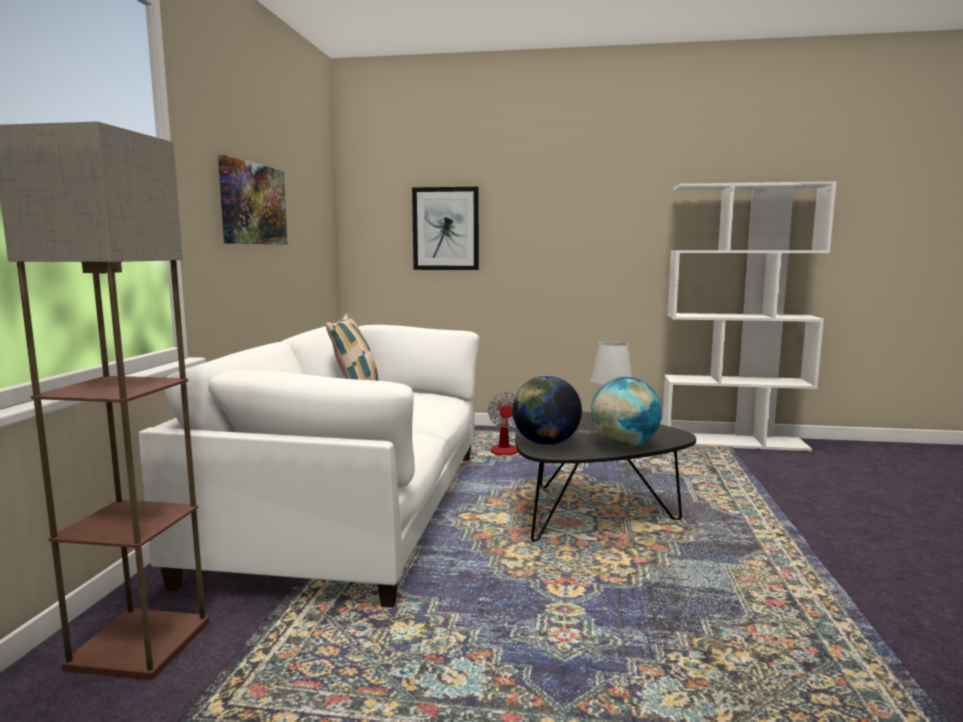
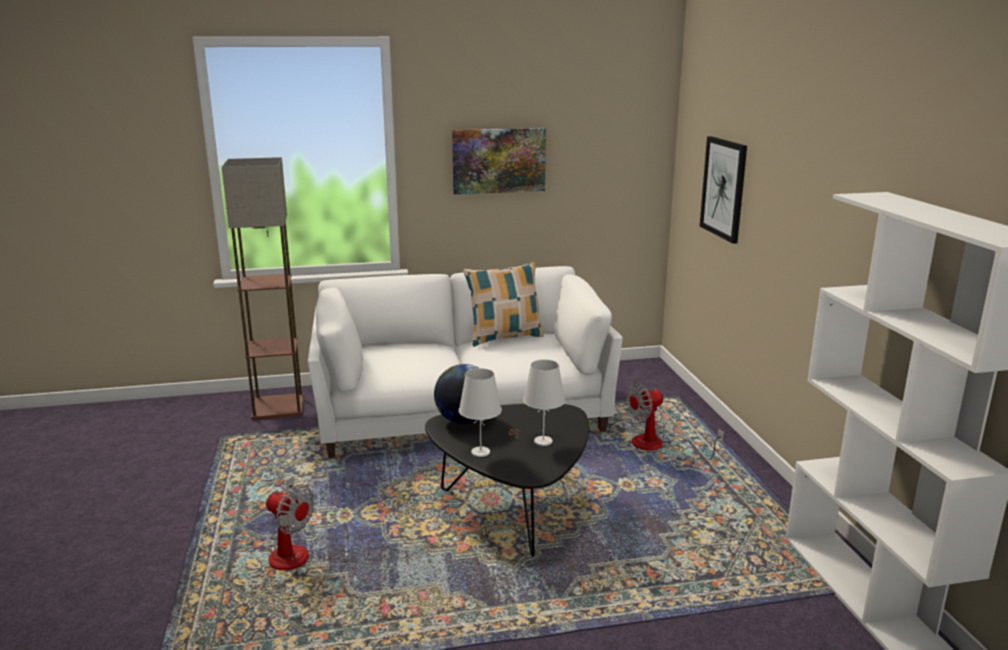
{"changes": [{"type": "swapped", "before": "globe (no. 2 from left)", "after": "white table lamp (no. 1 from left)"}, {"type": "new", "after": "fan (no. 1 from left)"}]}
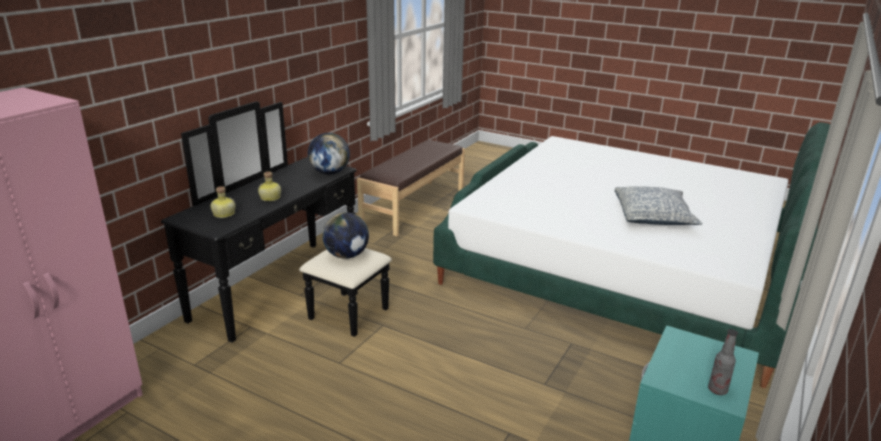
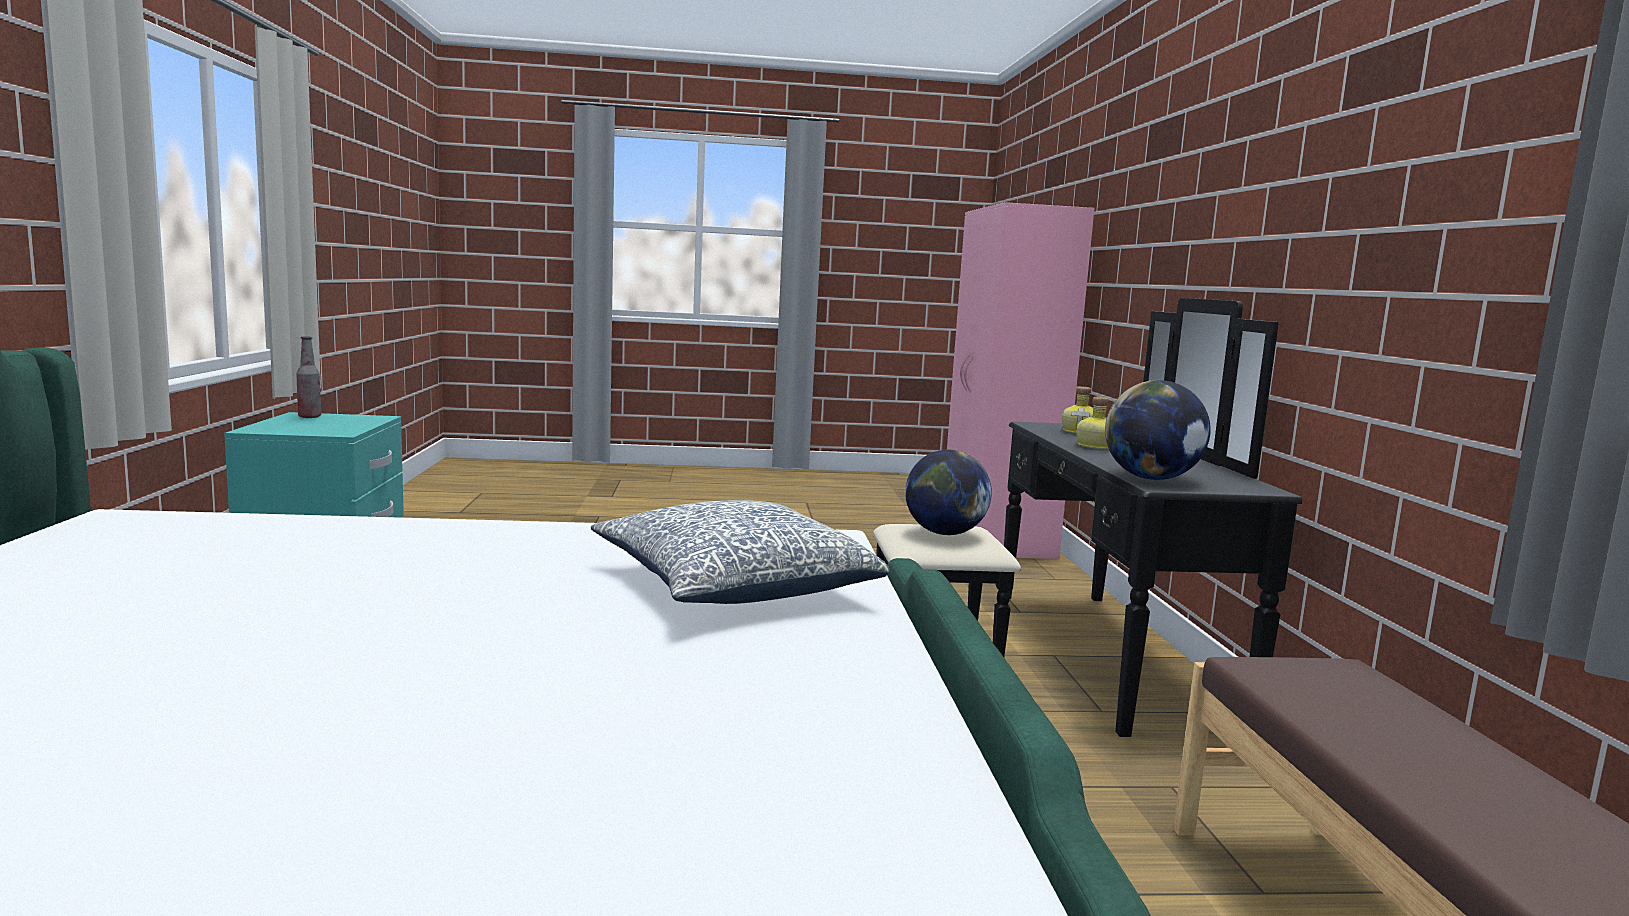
{"changes": [{"type": "shifted", "before": "pillow"}]}
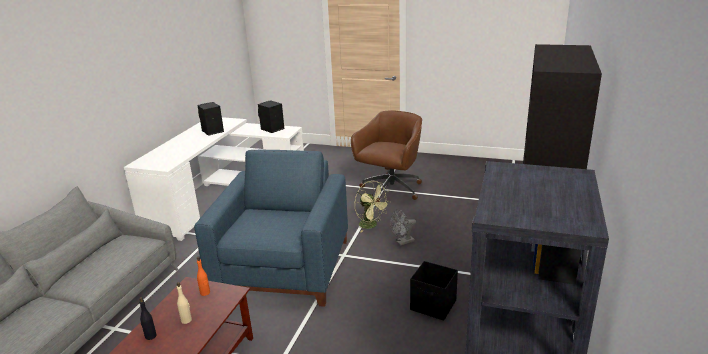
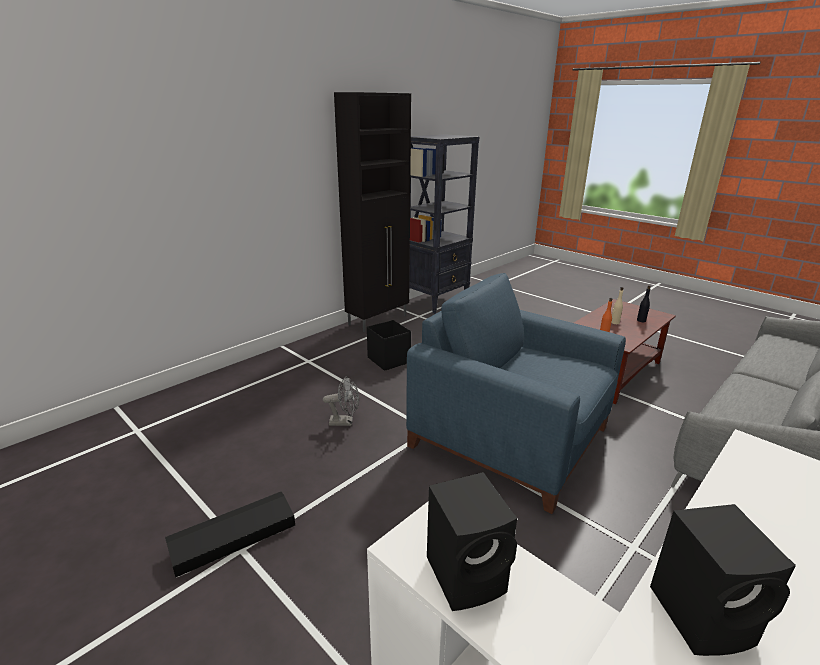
{"changes": [{"type": "swapped", "before": "brown office chair", "after": "black storage box (no. 1 from left)"}, {"type": "rotated", "before": "blue armchair", "turn": 90}, {"type": "gone", "before": "green fan"}]}
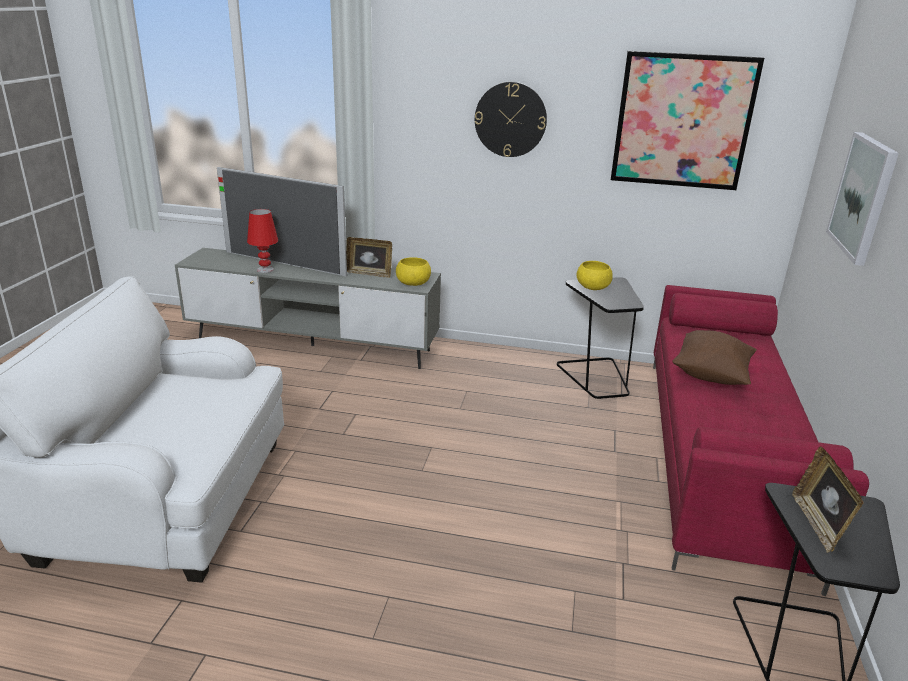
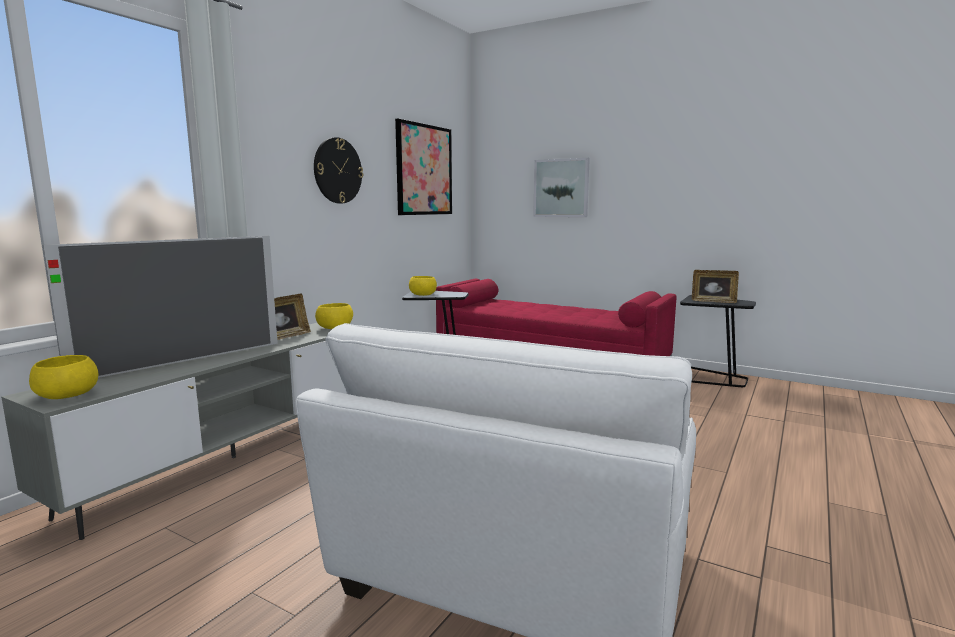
{"changes": [{"type": "gone", "before": "red table lamp"}, {"type": "gone", "before": "brown pillow"}, {"type": "new", "after": "yellow bowl (no. 1 from left)"}]}
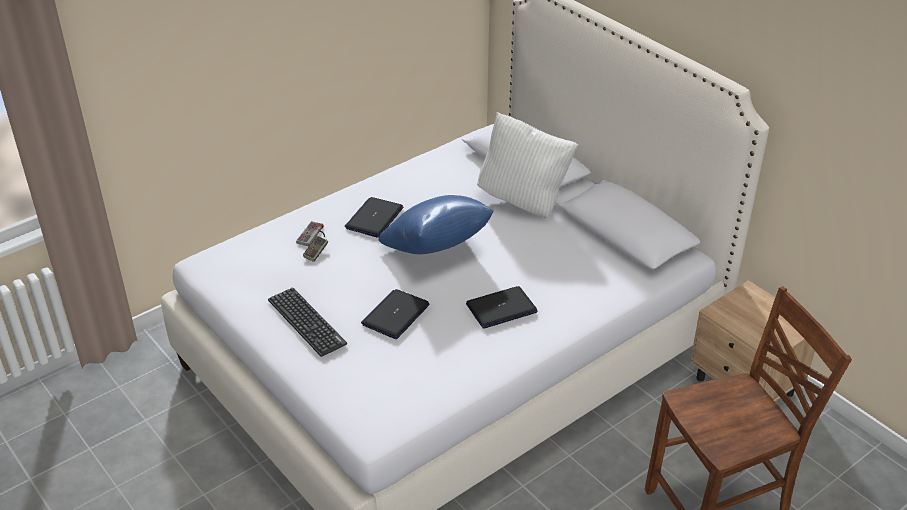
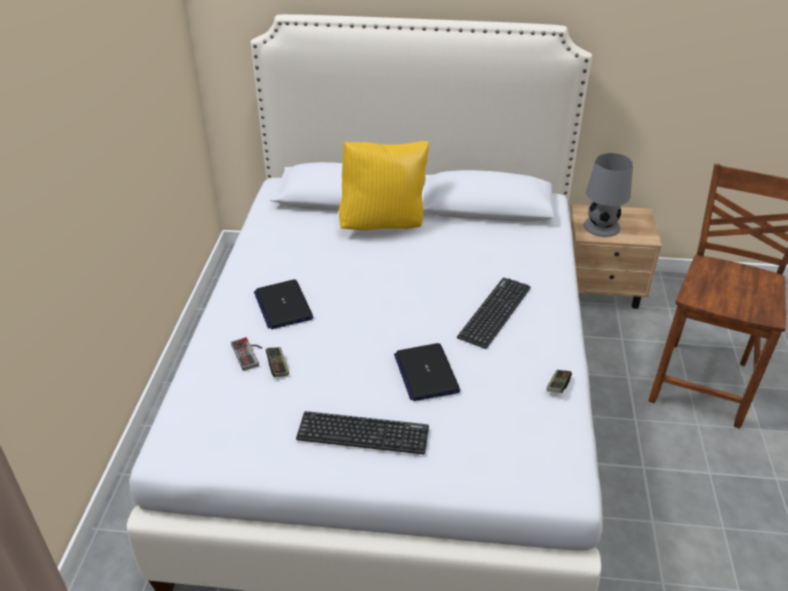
{"changes": [{"type": "repainted", "before": "white pillow", "after": "yellow pillow"}, {"type": "gone", "before": "blue pillow"}, {"type": "swapped", "before": "laptop (no. 3 from left)", "after": "keyboard (no. 2 from left)"}, {"type": "new", "after": "grey table lamp"}, {"type": "new", "after": "game controller (no. 3 from left)"}]}
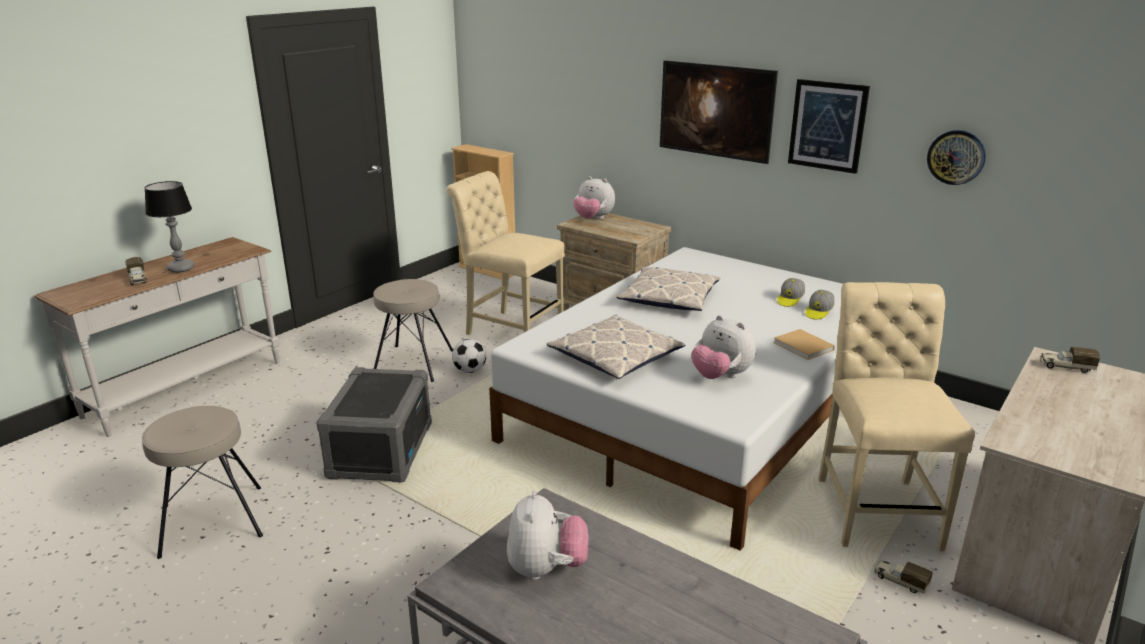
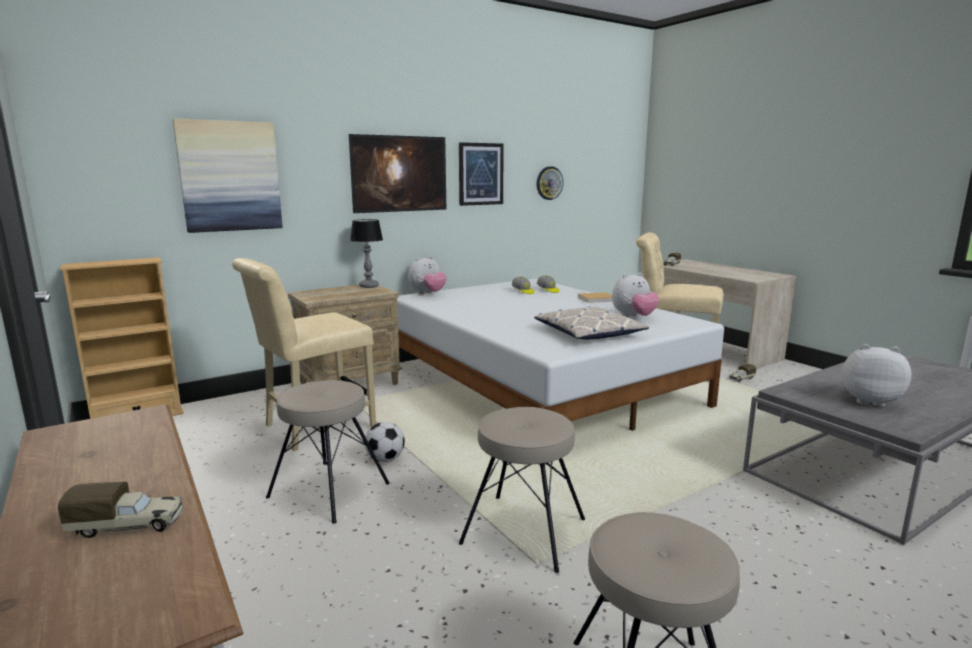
{"changes": [{"type": "shifted", "before": "plush toy (no. 2 from left in the first image)", "after": "plush toy (no. 1 from left)"}, {"type": "shifted", "before": "table lamp"}, {"type": "gone", "before": "pillow (no. 2 from left)"}, {"type": "swapped", "before": "grey storage box", "after": "beige stool (no. 2 from left)"}, {"type": "new", "after": "picture (no. 1 from left)"}]}
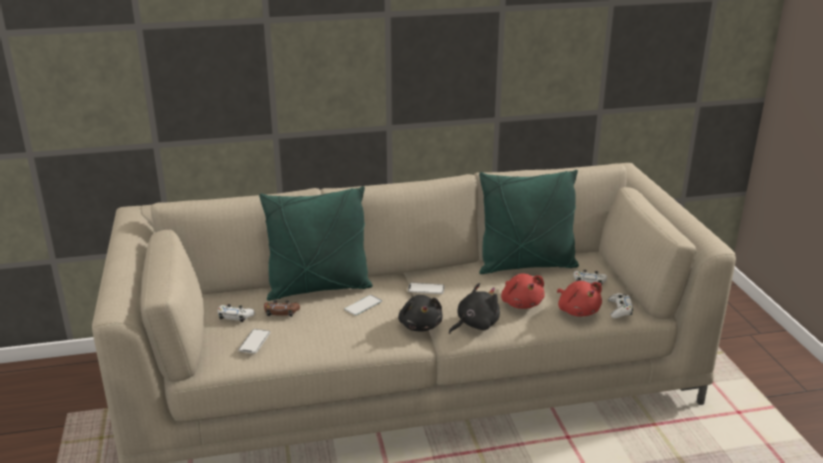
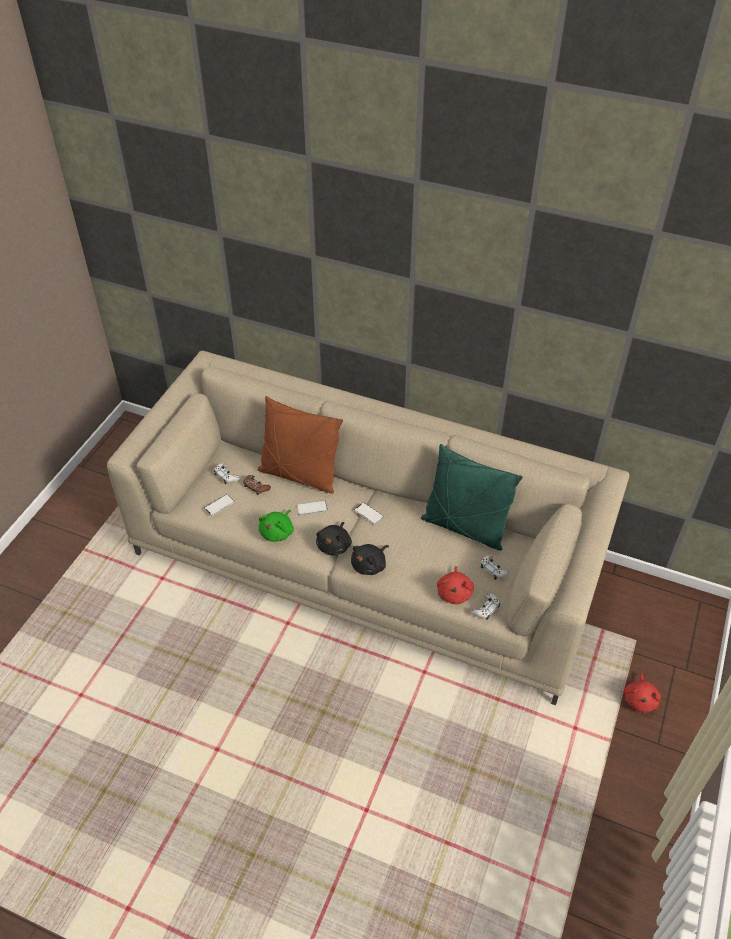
{"changes": [{"type": "repainted", "before": "green pillow (no. 1 from left)", "after": "brown pillow"}, {"type": "shifted", "before": "red plush toy (no. 1 from left in the first image)", "after": "red plush toy (no. 2 from left)"}, {"type": "rotated", "before": "black plush toy (no. 2 from left)", "turn": 135}, {"type": "new", "after": "green plush toy"}]}
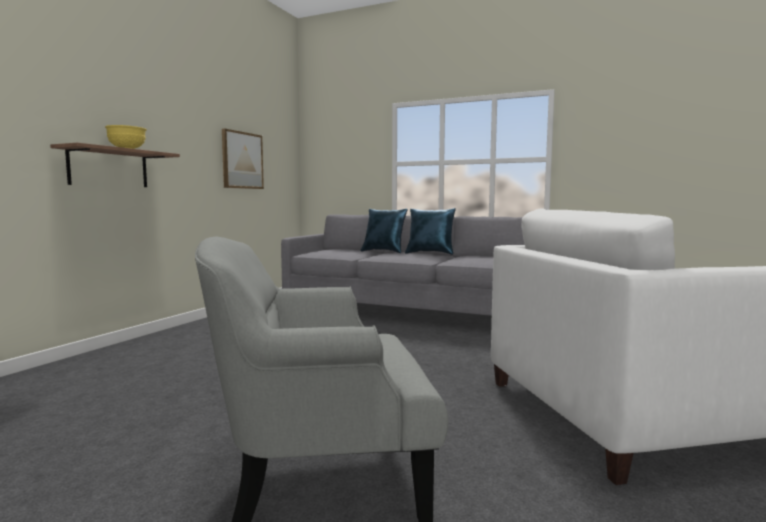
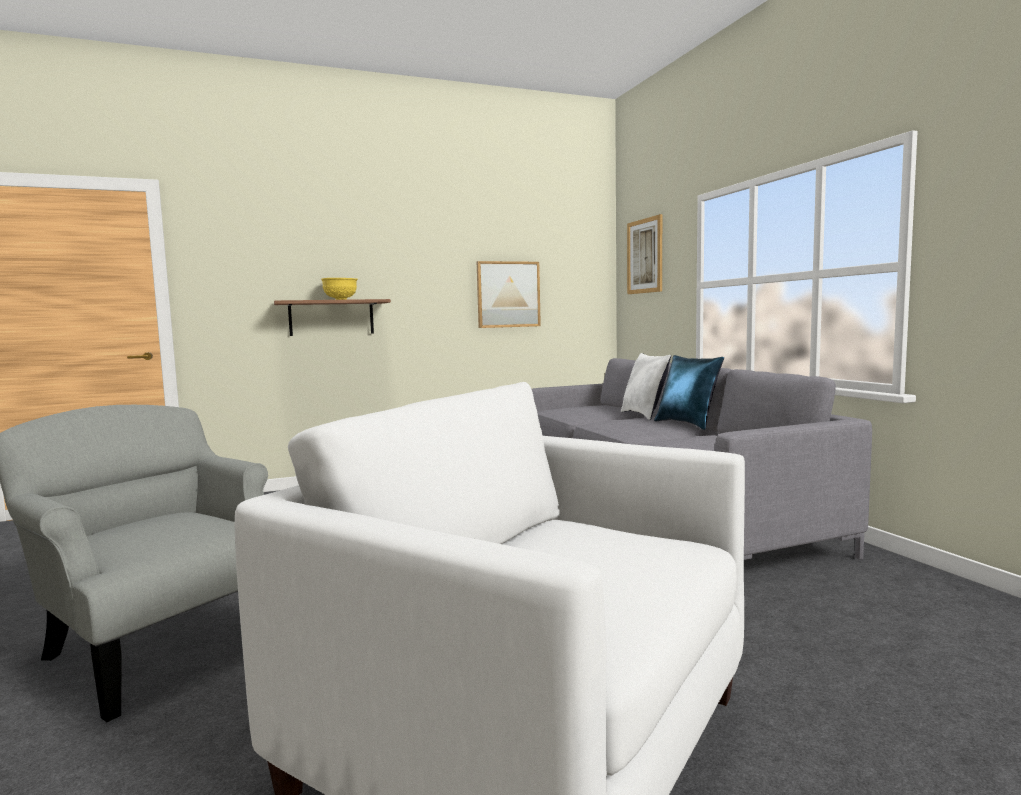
{"changes": [{"type": "repainted", "before": "blue pillow (no. 1 from left)", "after": "white pillow"}, {"type": "new", "after": "picture (no. 2 from left)"}]}
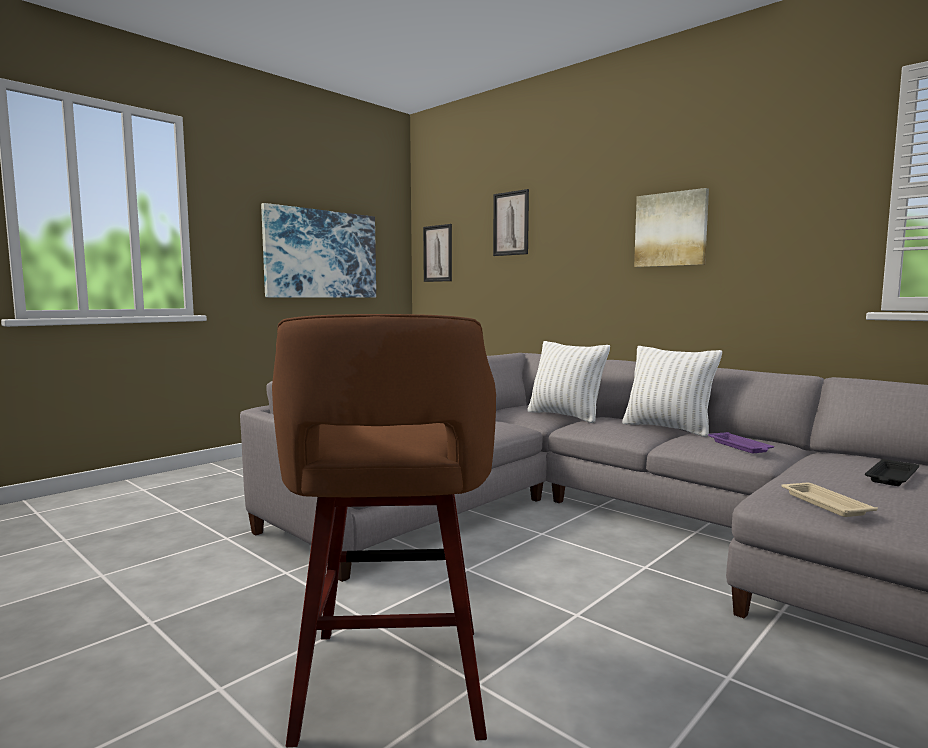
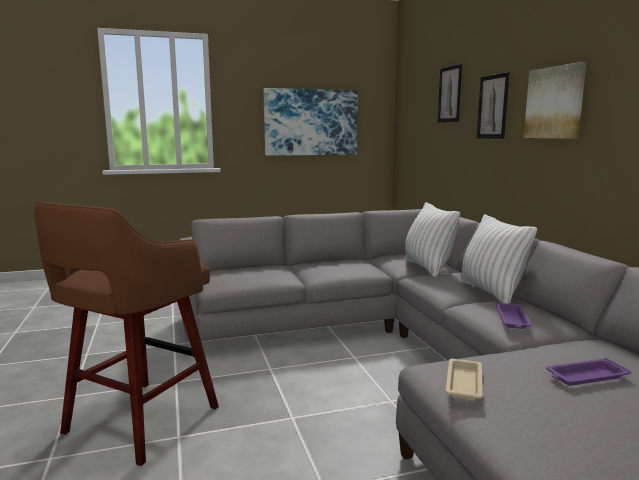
{"changes": [{"type": "shifted", "before": "picture (no. 2 from left in the first image)", "after": "picture (no. 3 from left)"}, {"type": "repainted", "before": "black tray", "after": "purple tray (no. 2 from left)"}]}
